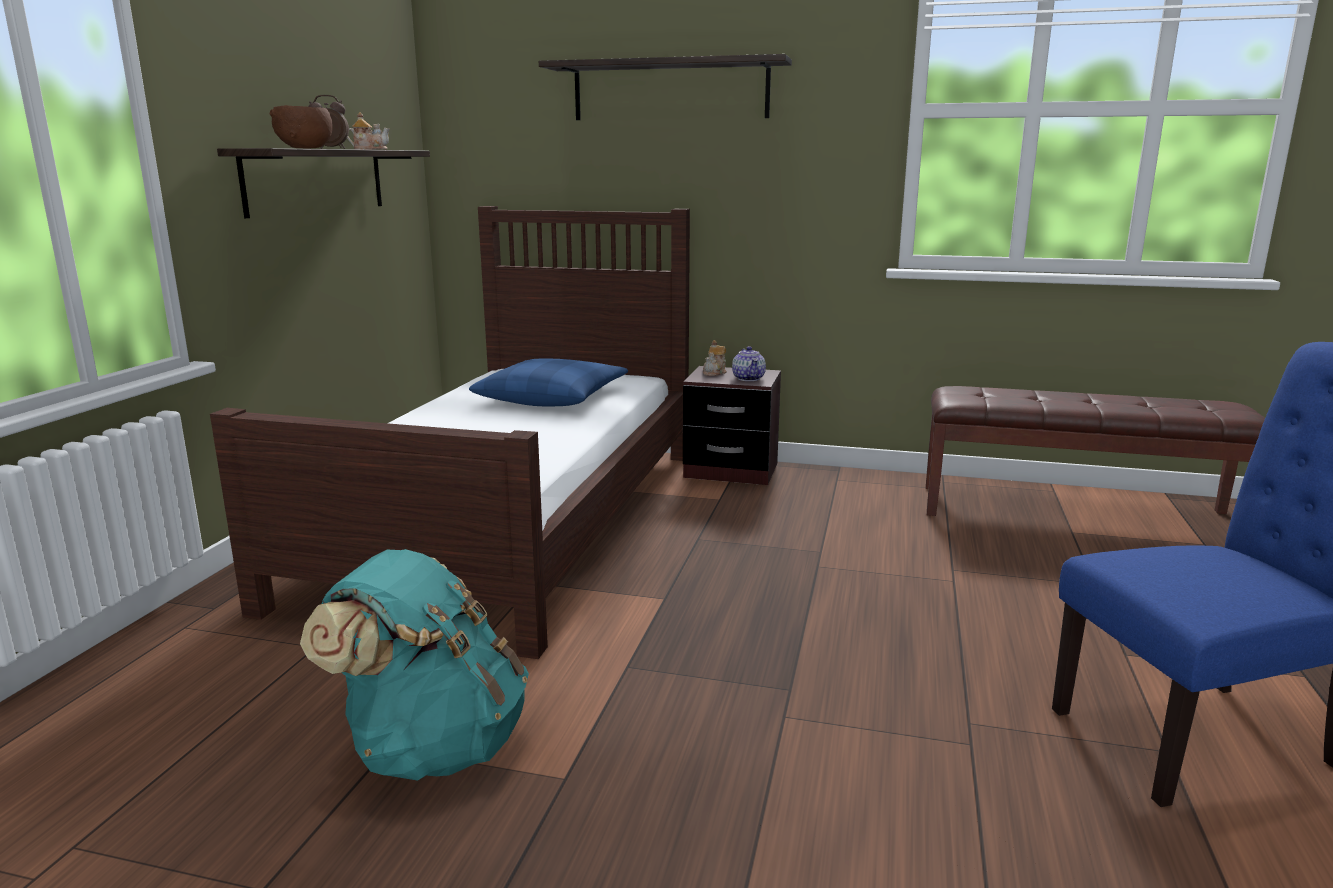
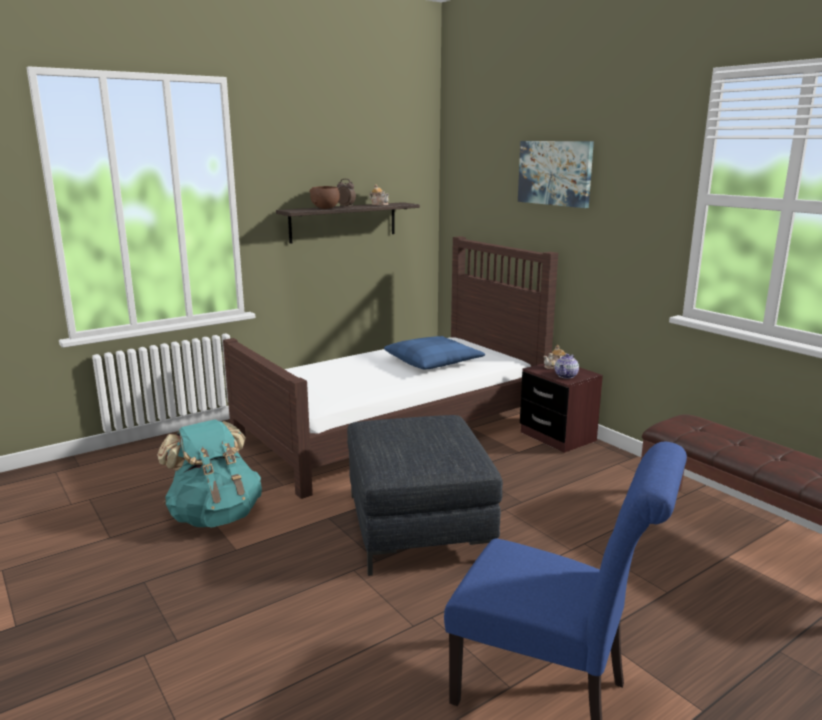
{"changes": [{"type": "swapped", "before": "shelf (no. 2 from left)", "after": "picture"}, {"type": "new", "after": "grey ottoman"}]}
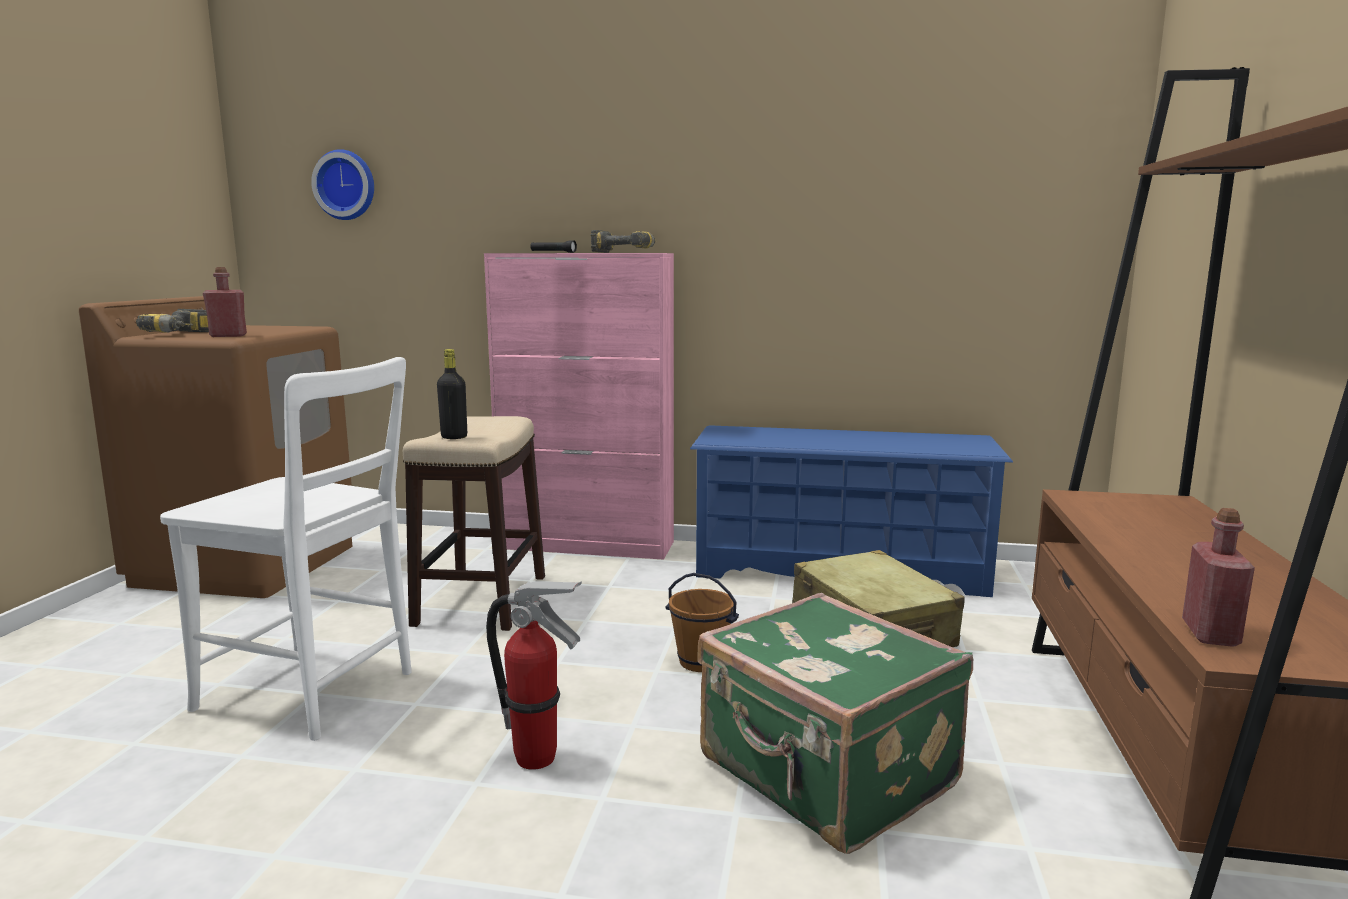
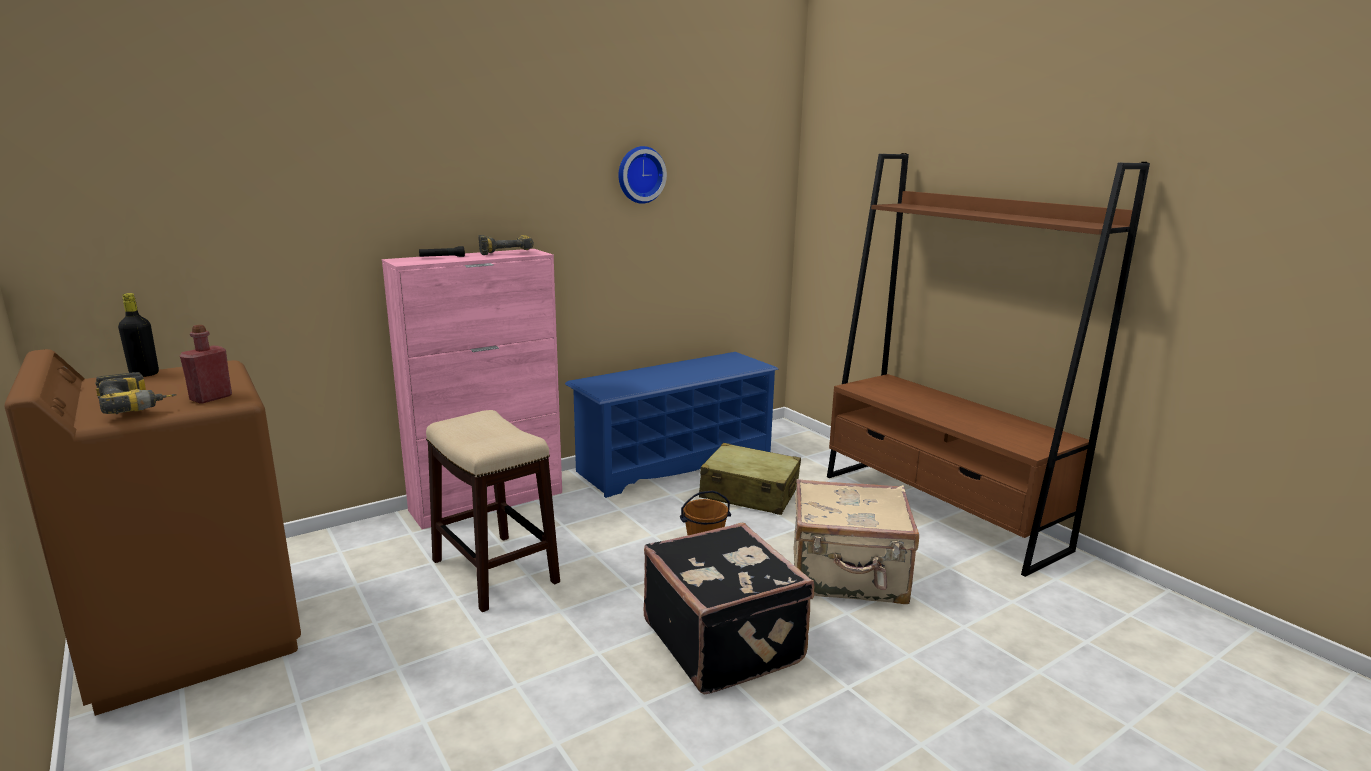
{"changes": [{"type": "shifted", "before": "wall clock"}, {"type": "shifted", "before": "black bottle"}, {"type": "gone", "before": "white chair"}, {"type": "gone", "before": "red bottle (no. 2 from left)"}, {"type": "swapped", "before": "fire extinguisher", "after": "black suitcase"}, {"type": "repainted", "before": "green suitcase", "after": "beige suitcase (no. 2 from left)"}]}
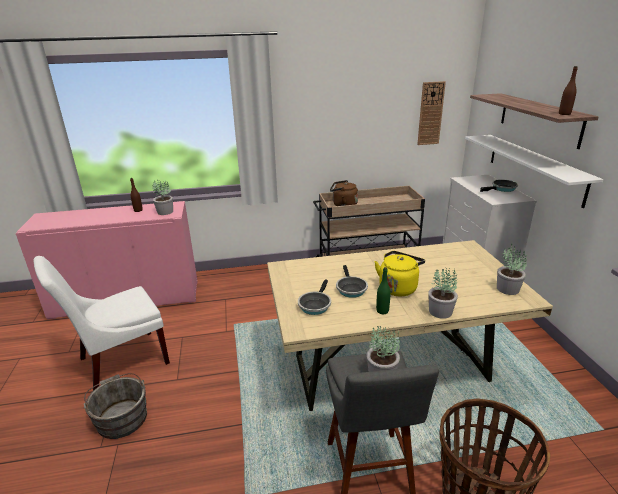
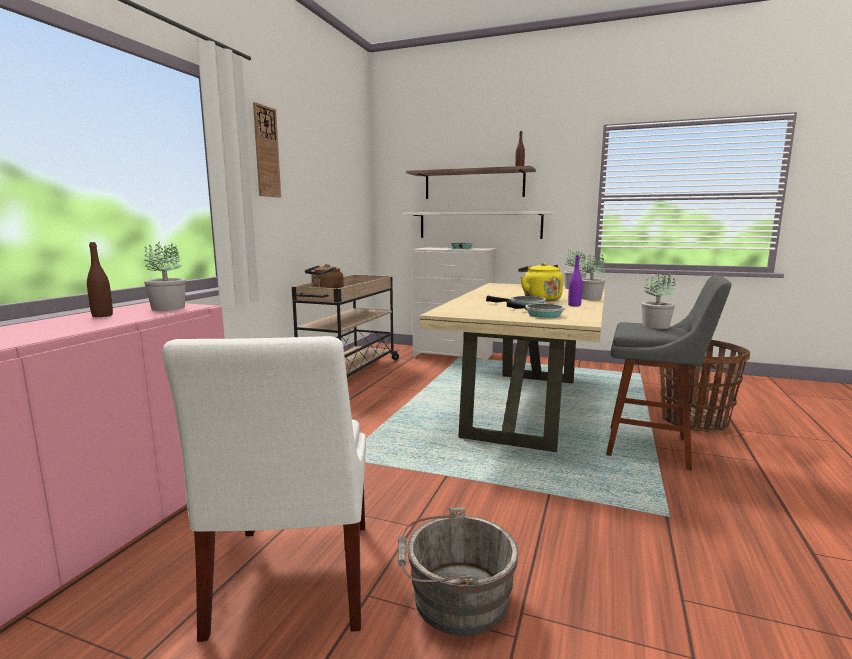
{"changes": [{"type": "shifted", "before": "wall clock"}, {"type": "repainted", "before": "green bottle", "after": "purple bottle"}]}
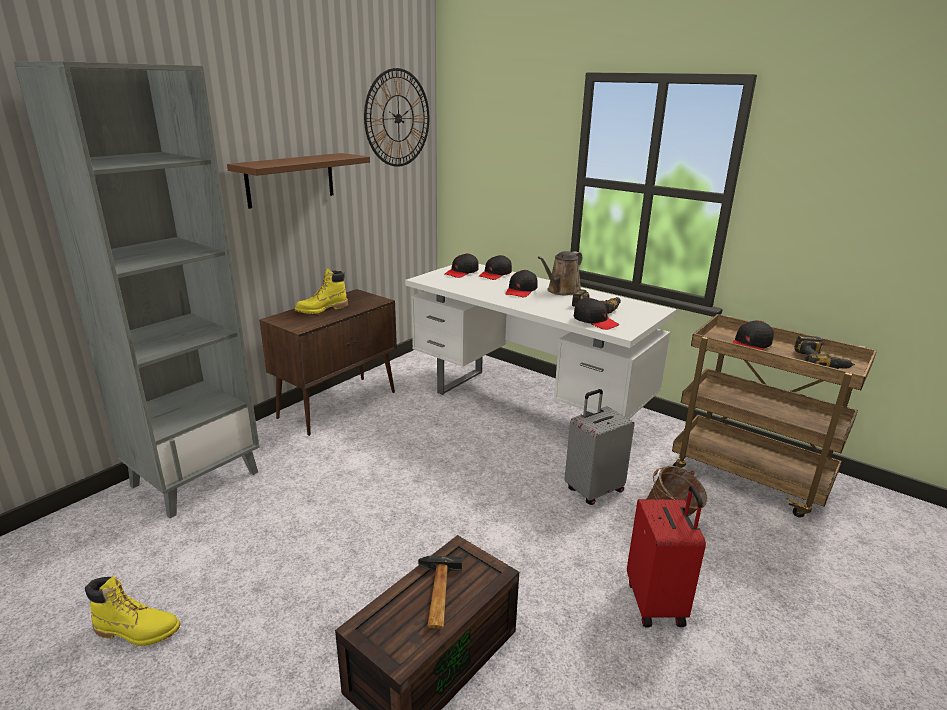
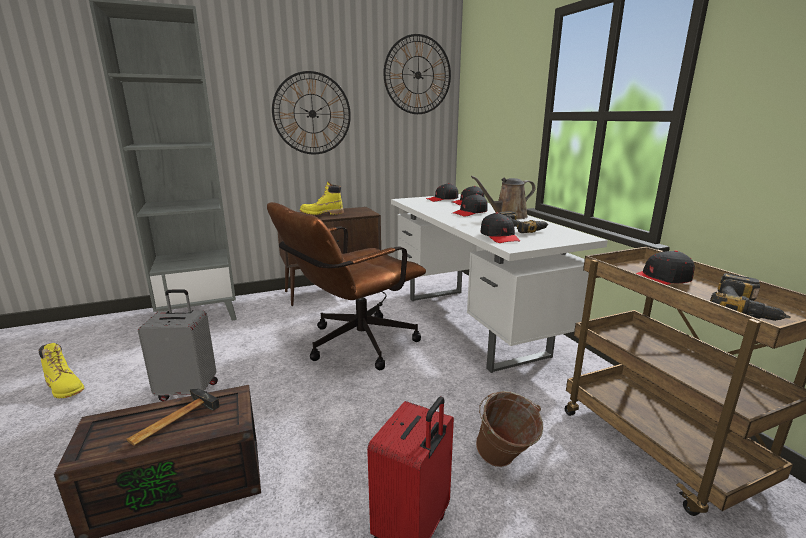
{"changes": [{"type": "swapped", "before": "brown shelf", "after": "wall clock (no. 1 from left)"}, {"type": "shifted", "before": "grey suitcase"}, {"type": "new", "after": "brown office chair"}]}
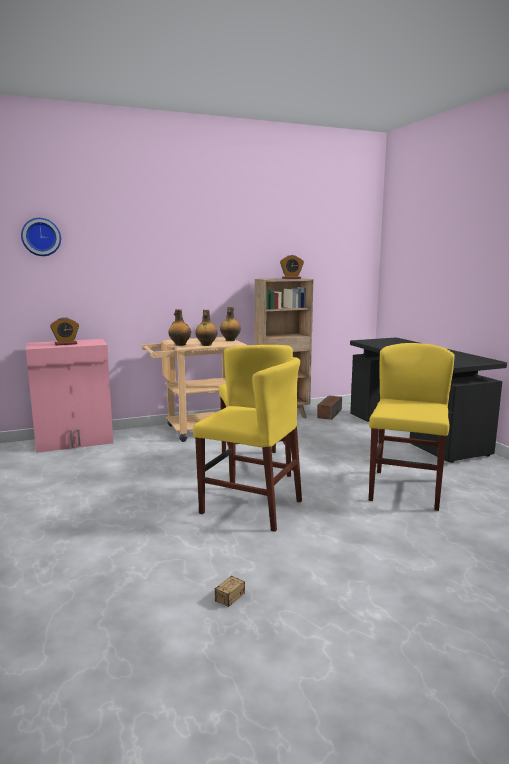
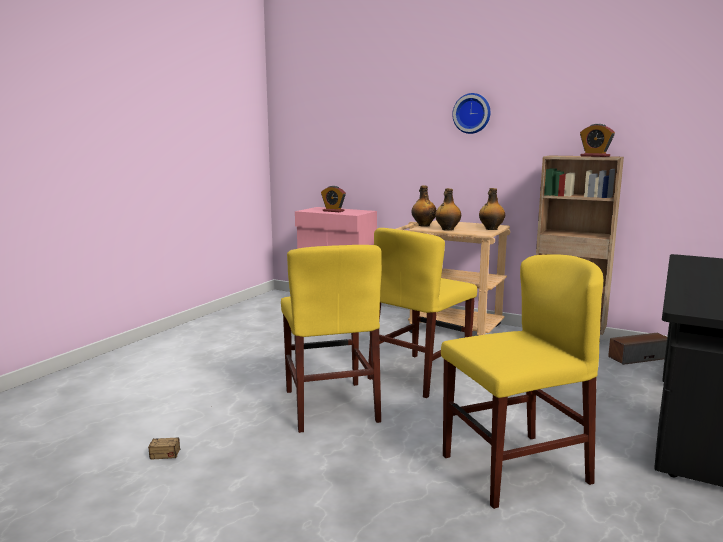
{"changes": [{"type": "shifted", "before": "wall clock"}]}
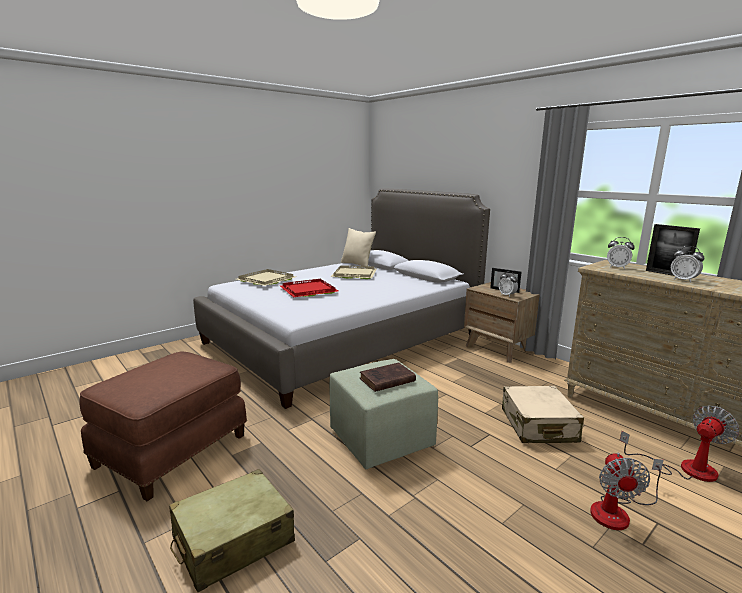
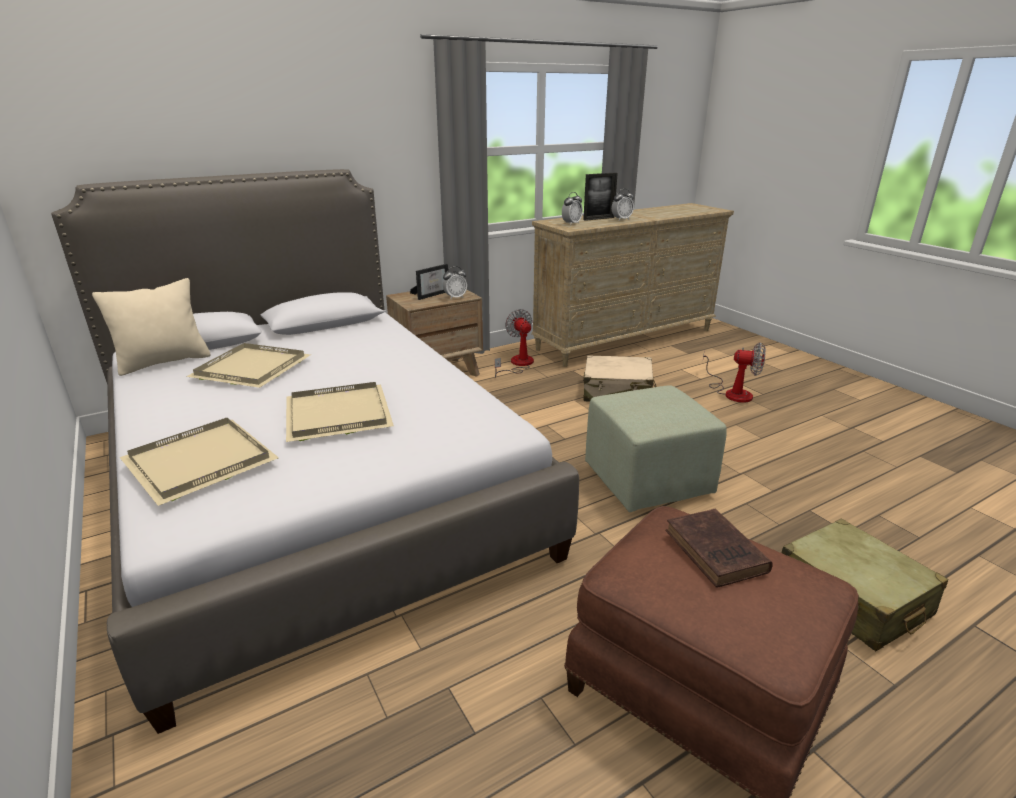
{"changes": [{"type": "repainted", "before": "red tray", "after": "beige tray (no. 3 from left)"}, {"type": "shifted", "before": "brown book"}, {"type": "shifted", "before": "fan (no. 2 from left in the first image)", "after": "fan (no. 1 from left)"}]}
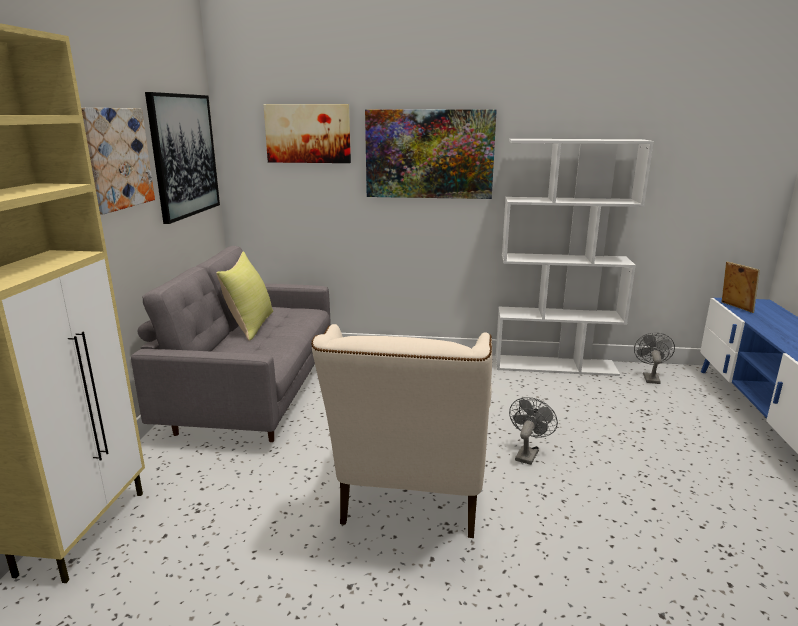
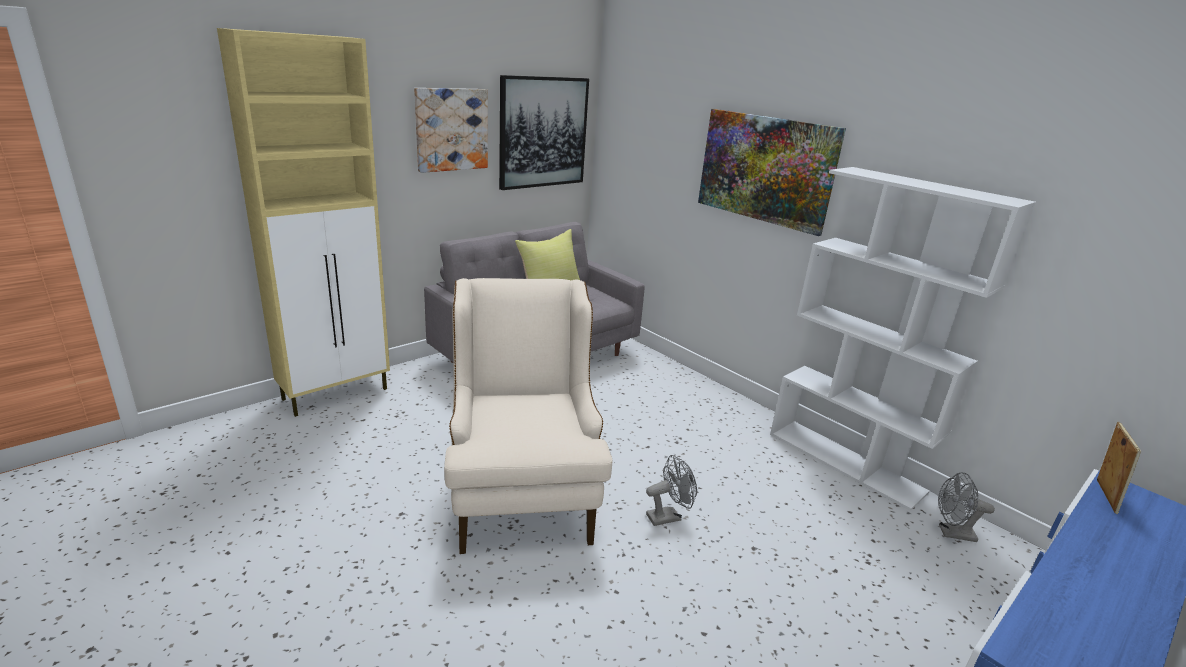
{"changes": [{"type": "gone", "before": "picture (no. 3 from left)"}, {"type": "rotated", "before": "beige armchair", "turn": 120}, {"type": "rotated", "before": "grey fan (no. 2 from left)", "turn": -135}]}
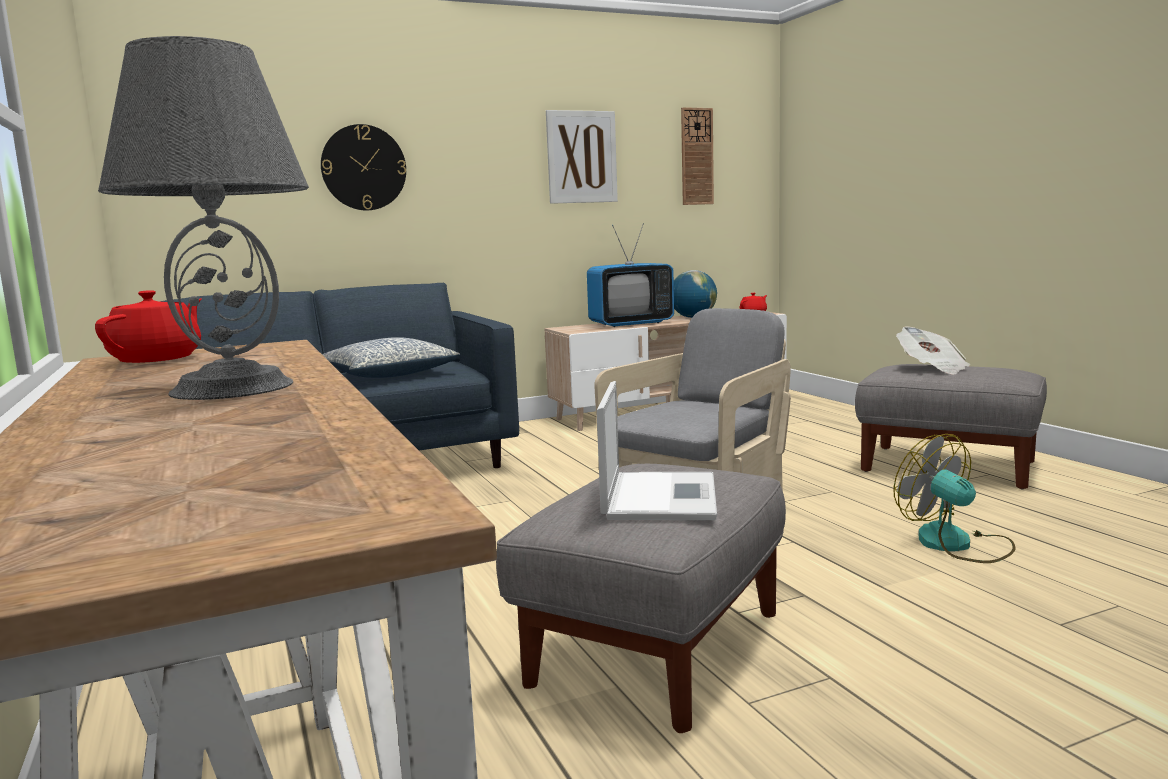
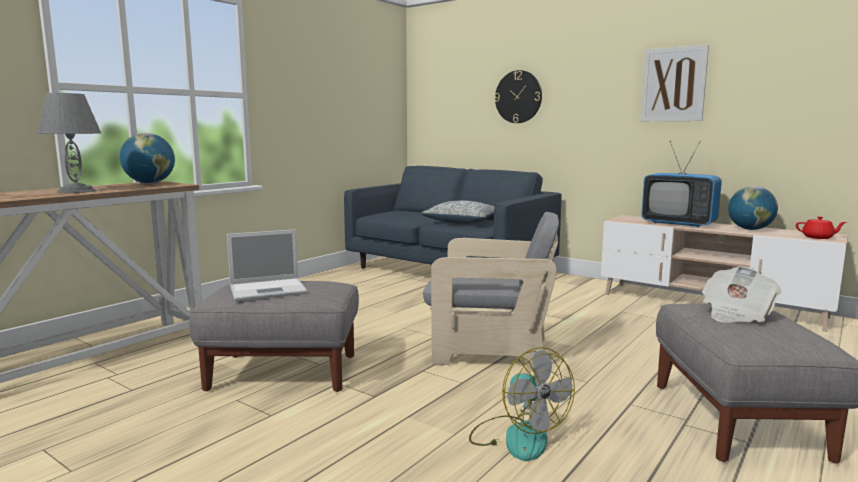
{"changes": [{"type": "gone", "before": "wall clock (no. 2 from left)"}, {"type": "swapped", "before": "red teapot (no. 1 from left)", "after": "globe (no. 1 from left)"}, {"type": "rotated", "before": "fan", "turn": 120}]}
